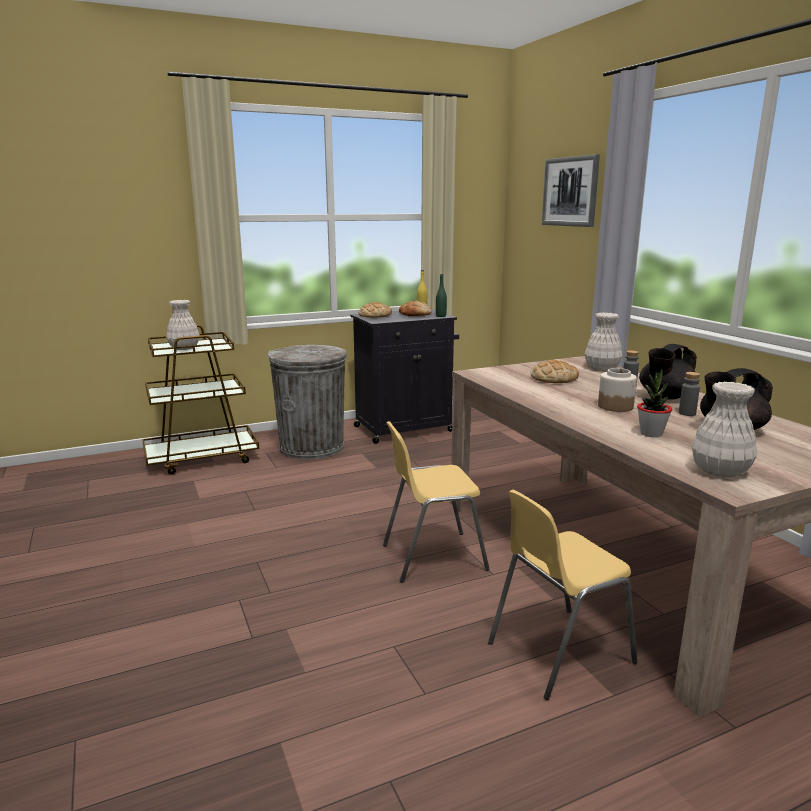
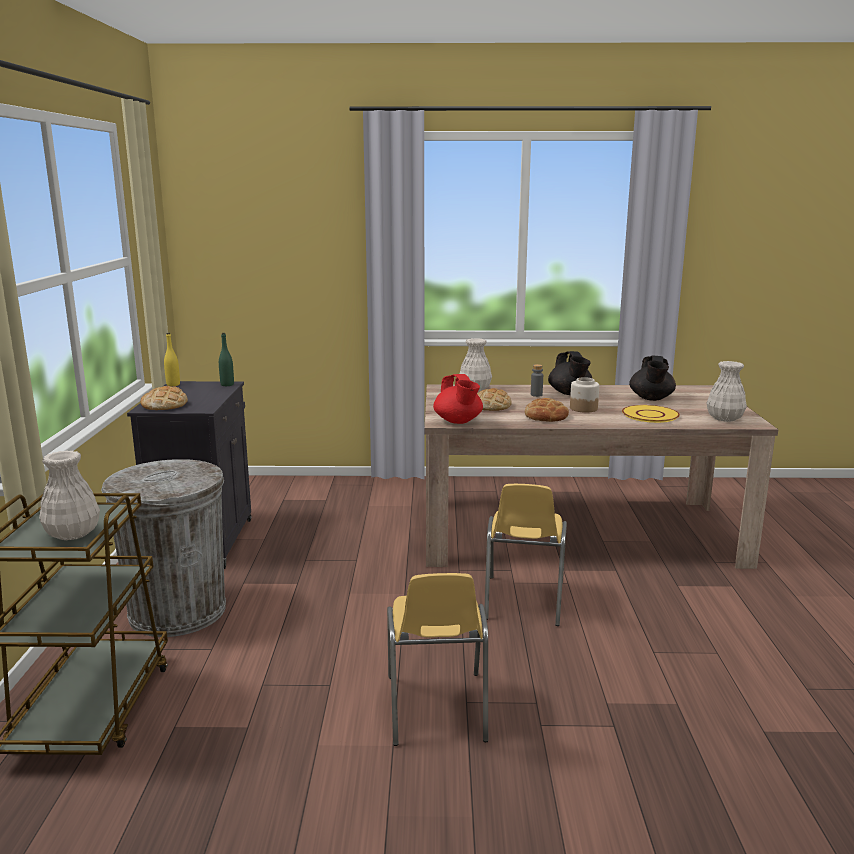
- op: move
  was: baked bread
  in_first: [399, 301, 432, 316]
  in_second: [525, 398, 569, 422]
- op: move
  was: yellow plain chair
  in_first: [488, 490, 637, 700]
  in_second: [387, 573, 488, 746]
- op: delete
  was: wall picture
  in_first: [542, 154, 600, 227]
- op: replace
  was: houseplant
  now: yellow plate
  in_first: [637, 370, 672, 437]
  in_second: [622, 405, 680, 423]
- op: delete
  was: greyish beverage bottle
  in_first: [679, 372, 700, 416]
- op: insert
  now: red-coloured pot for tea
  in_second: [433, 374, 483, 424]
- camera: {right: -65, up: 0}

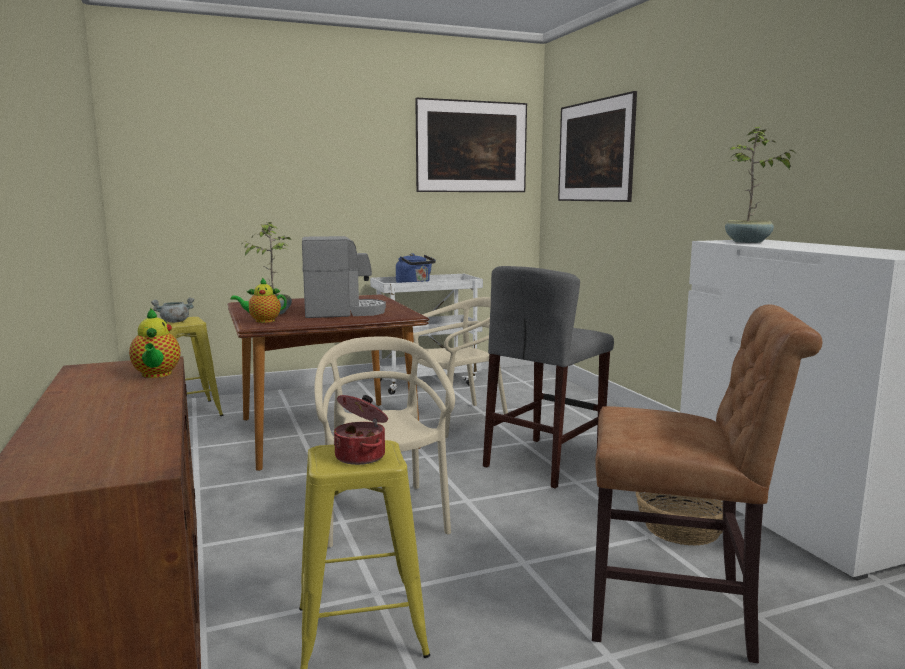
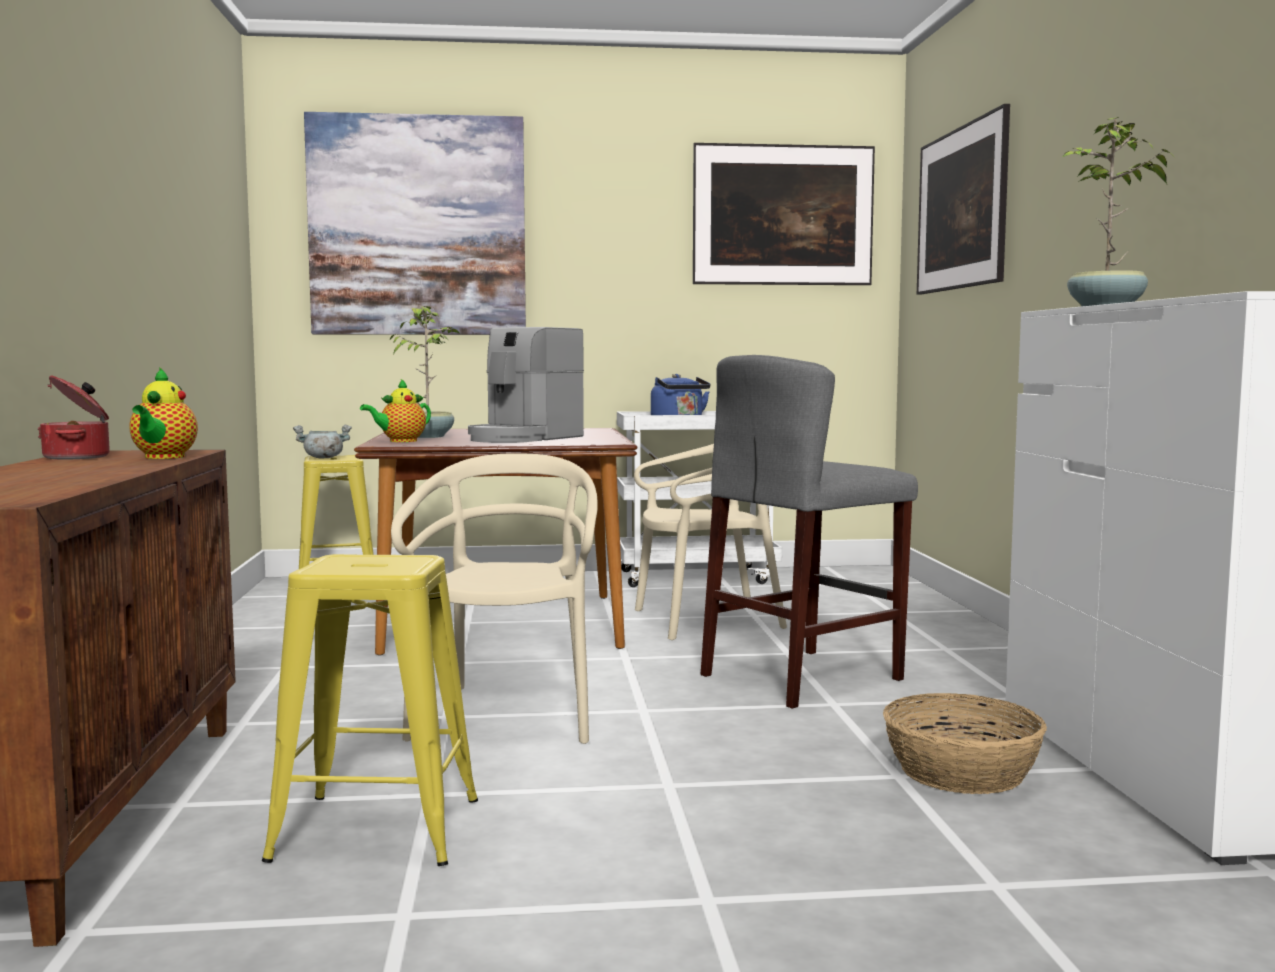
- op: rotate
  was: pot for tea
  in_first: [231, 278, 287, 323]
  in_second: [360, 379, 431, 442]
  clockwise: -45
- op: rotate
  was: coffee machine
  in_first: [302, 236, 386, 318]
  in_second: [468, 327, 584, 443]
  clockwise: 120
- op: move
  was: stockpot
  in_first: [334, 395, 388, 465]
  in_second: [37, 376, 110, 460]
- op: delete
  was: brown plain chair
  in_first: [592, 305, 822, 663]
- op: insert
  now: wall picture
  in_second: [304, 112, 526, 335]
- camera: {right: 15, up: -5}

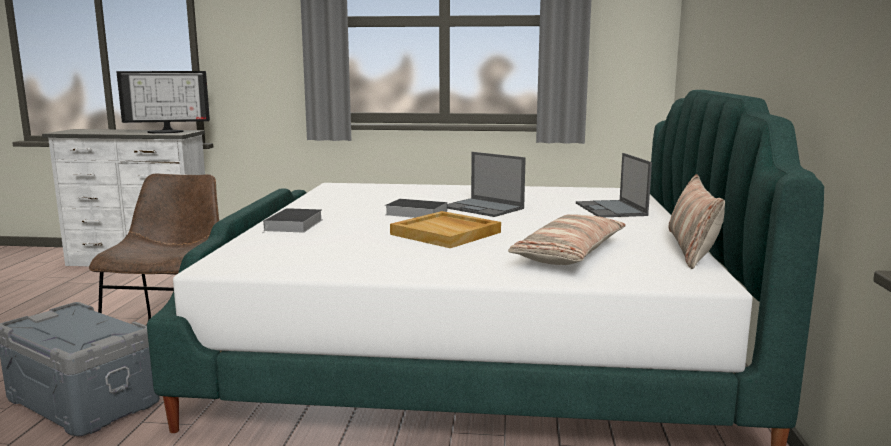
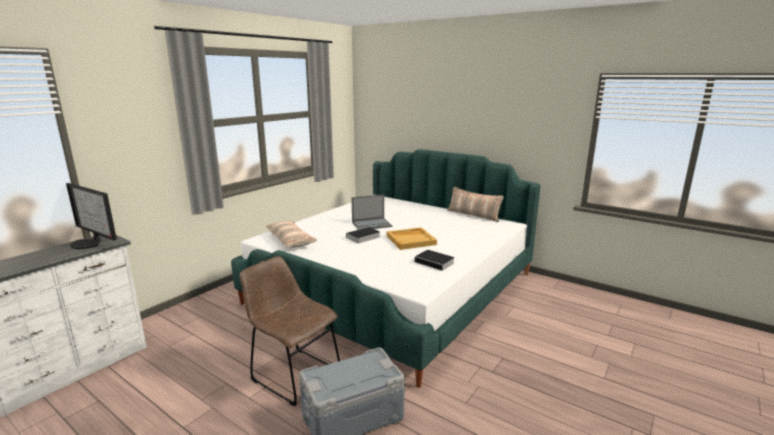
- op: rotate
  was: monitor
  in_first: [117, 71, 210, 134]
  in_second: [66, 183, 117, 249]
  clockwise: 105
- op: move
  was: bound book
  in_first: [262, 208, 323, 234]
  in_second: [415, 250, 455, 272]
- op: move
  was: pillow
  in_first: [508, 214, 626, 265]
  in_second: [266, 221, 317, 248]
- op: delete
  was: portable computer
  in_first: [576, 153, 652, 217]
- camera: {right: -60, up: 5}

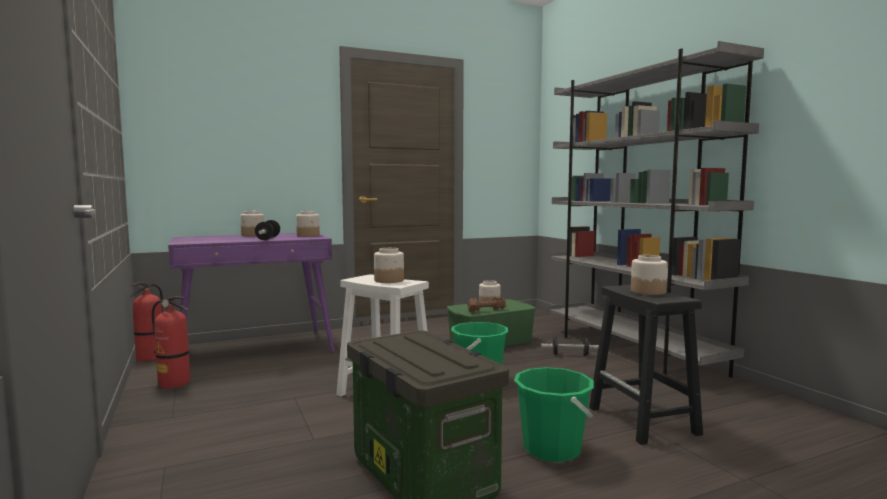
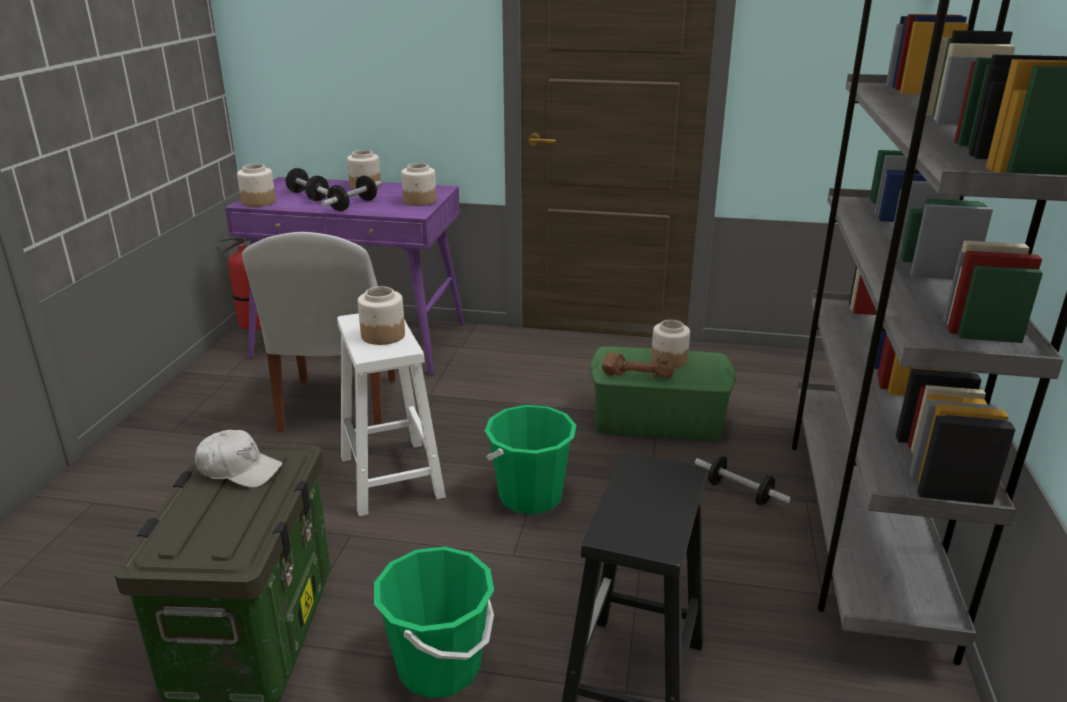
- op: delete
  was: extinguisher
  in_first: [152, 296, 190, 389]
- op: move
  was: preserve jar
  in_first: [631, 255, 667, 295]
  in_second: [237, 164, 276, 207]
- op: insert
  now: whitish peaked cap
  in_second: [195, 430, 283, 488]
- op: insert
  now: whitish plain chair
  in_second: [242, 232, 396, 432]
- op: insert
  now: dumbbell
  in_second: [285, 168, 329, 201]
- camera: {right: 35, up: 20}

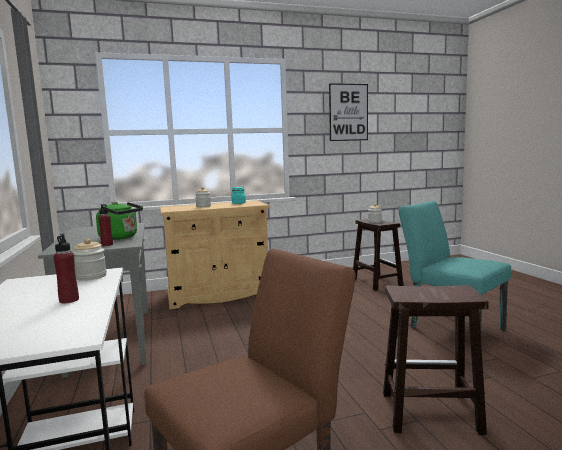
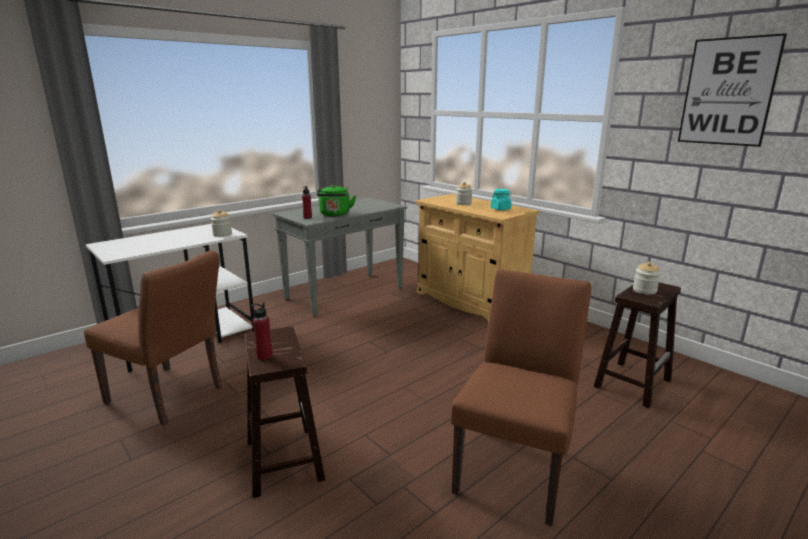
- op: move
  was: red-coloured beverage bottle
  in_first: [54, 234, 79, 303]
  in_second: [251, 302, 273, 360]
- op: recolor
  was: blue-green plain chair
  now: brown plain chair
  in_first: [399, 201, 511, 330]
  in_second: [451, 269, 591, 526]
- camera: {right: 65, up: 10}

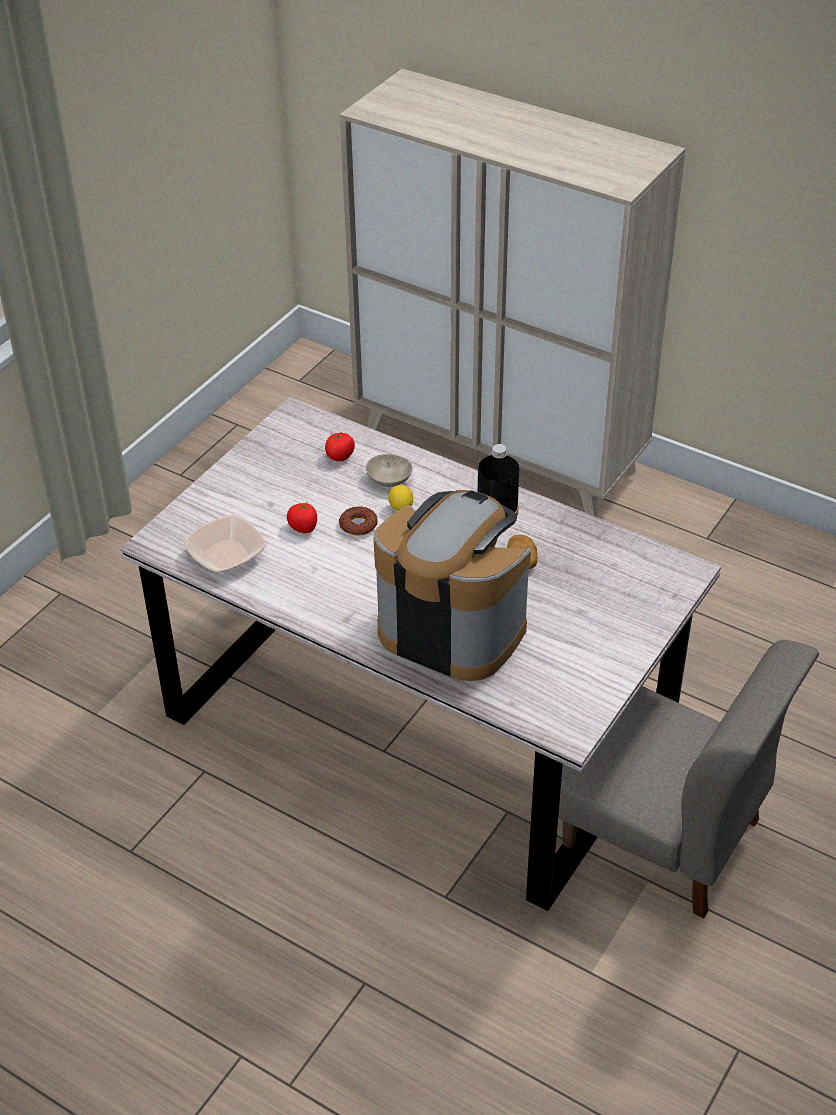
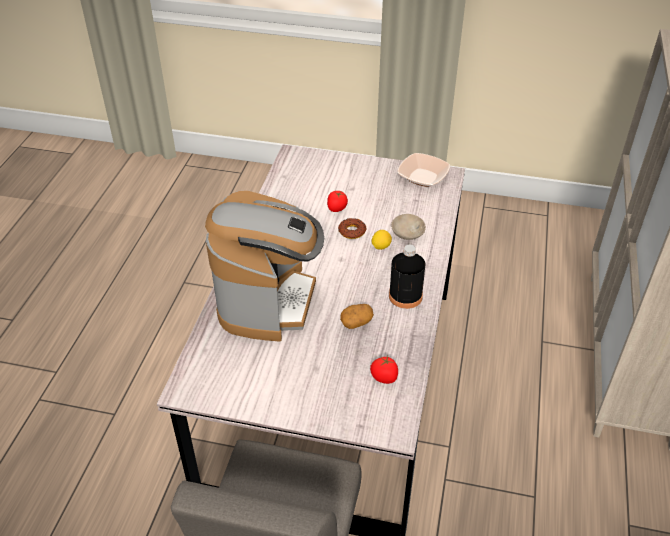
- op: move
  was: bowl
  in_first: [184, 515, 266, 572]
  in_second: [397, 153, 450, 187]
- op: move
  was: whole tomato
  in_first: [325, 433, 355, 461]
  in_second: [370, 356, 398, 384]
- camera: {right: 70, up: 0}

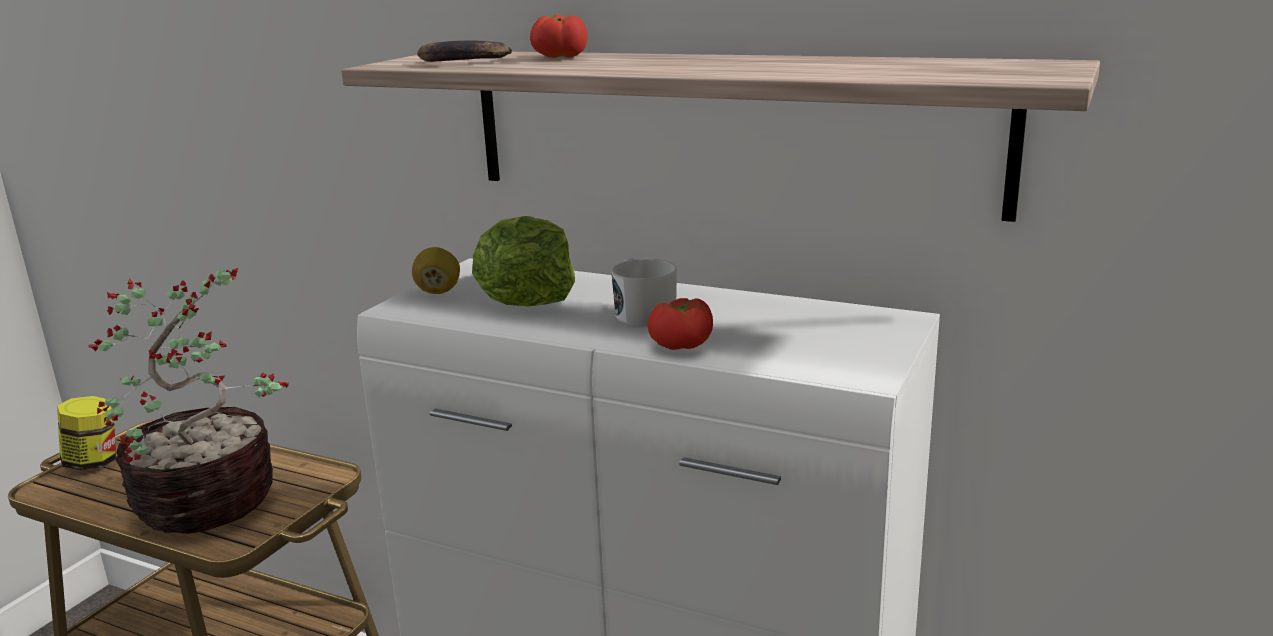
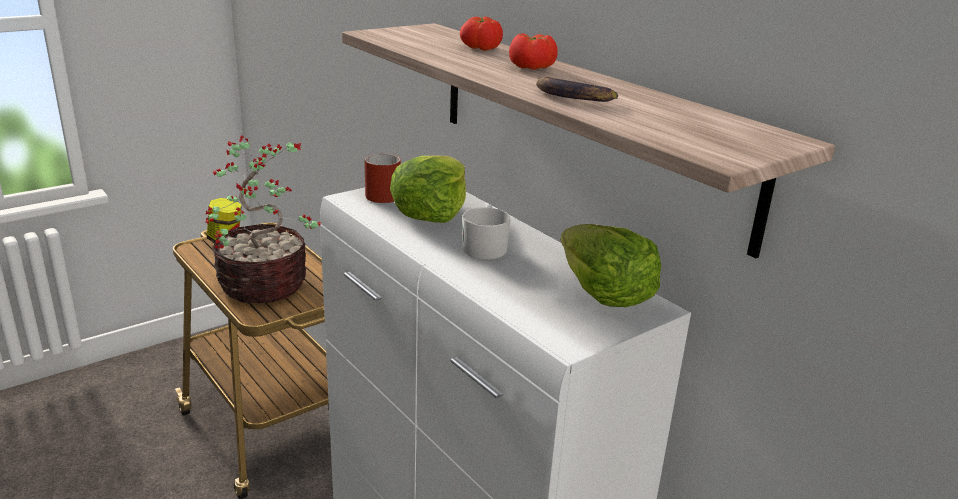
- op: replace
  was: whole lemon
  now: red-coloured tea mug
  in_first: [412, 247, 460, 294]
  in_second: [365, 153, 401, 203]
- op: move
  was: banana
  in_first: [417, 40, 512, 62]
  in_second: [536, 77, 618, 102]
- op: move
  was: whole tomato
  in_first: [648, 298, 713, 350]
  in_second: [509, 33, 558, 70]
- op: insert
  now: head of lettuce
  in_second: [561, 224, 661, 307]
- camera: {right: 25, up: 5}

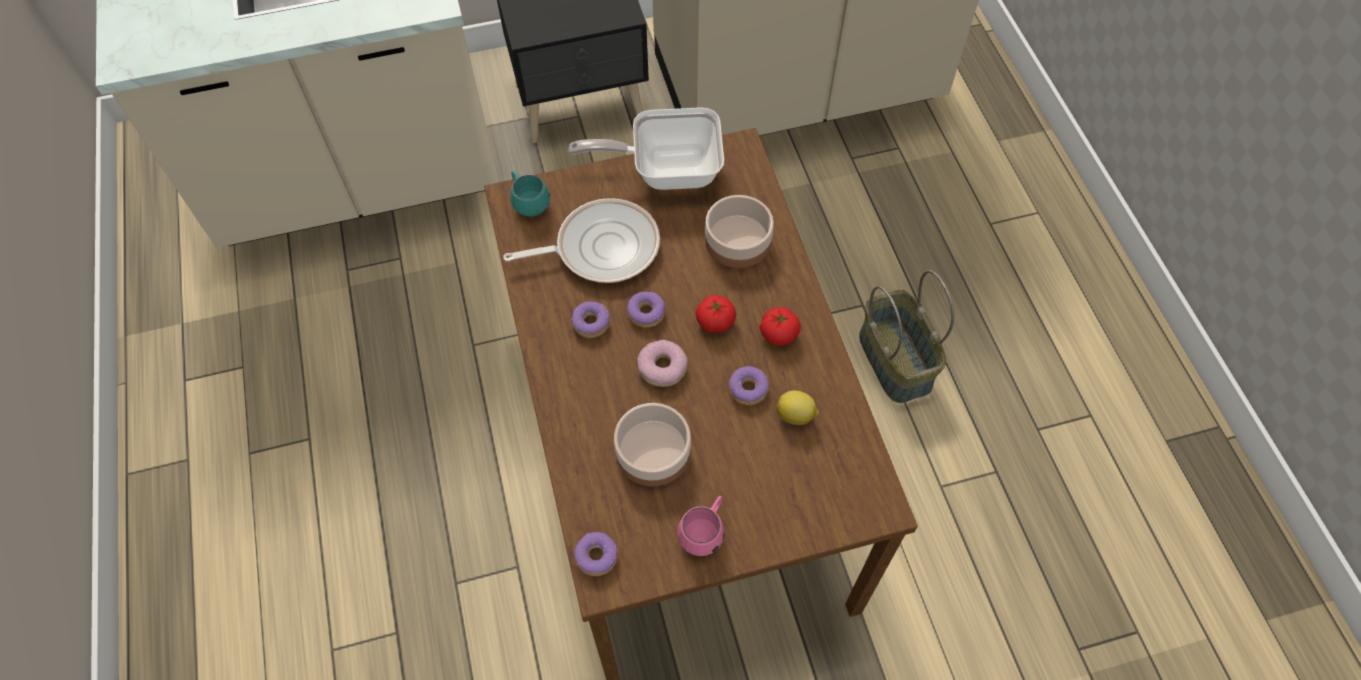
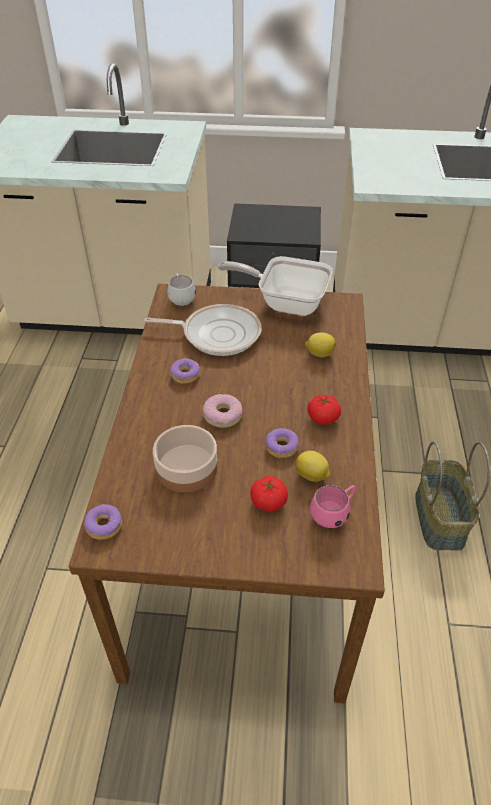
- op: recolor
  was: blue-green tea mug
  now: whitish tea mug
  in_first: [511, 171, 550, 216]
  in_second: [167, 273, 196, 306]
- op: delete
  was: doughnut
  in_first: [627, 291, 665, 327]
- op: move
  was: pink-coloured tea mug
  in_first: [677, 496, 725, 556]
  in_second: [310, 485, 356, 528]
- op: move
  was: whole tomato
  in_first: [696, 295, 736, 333]
  in_second: [250, 476, 288, 512]
- op: replace
  was: bowl
  now: whole lemon
  in_first: [705, 195, 774, 268]
  in_second: [305, 332, 336, 357]
- camera: {right: 20, up: -15}

